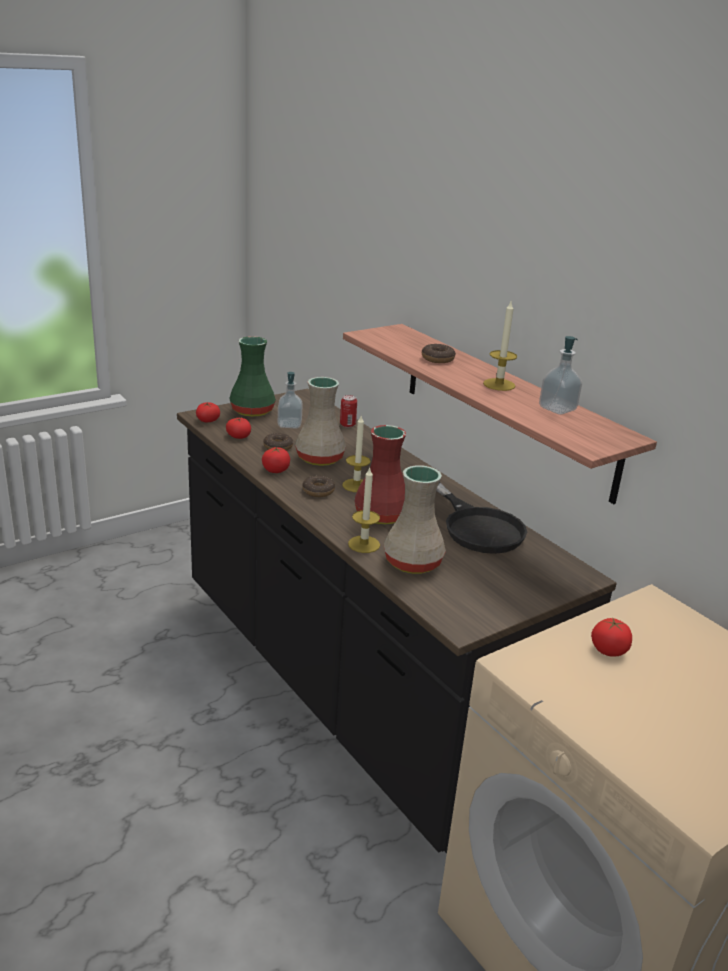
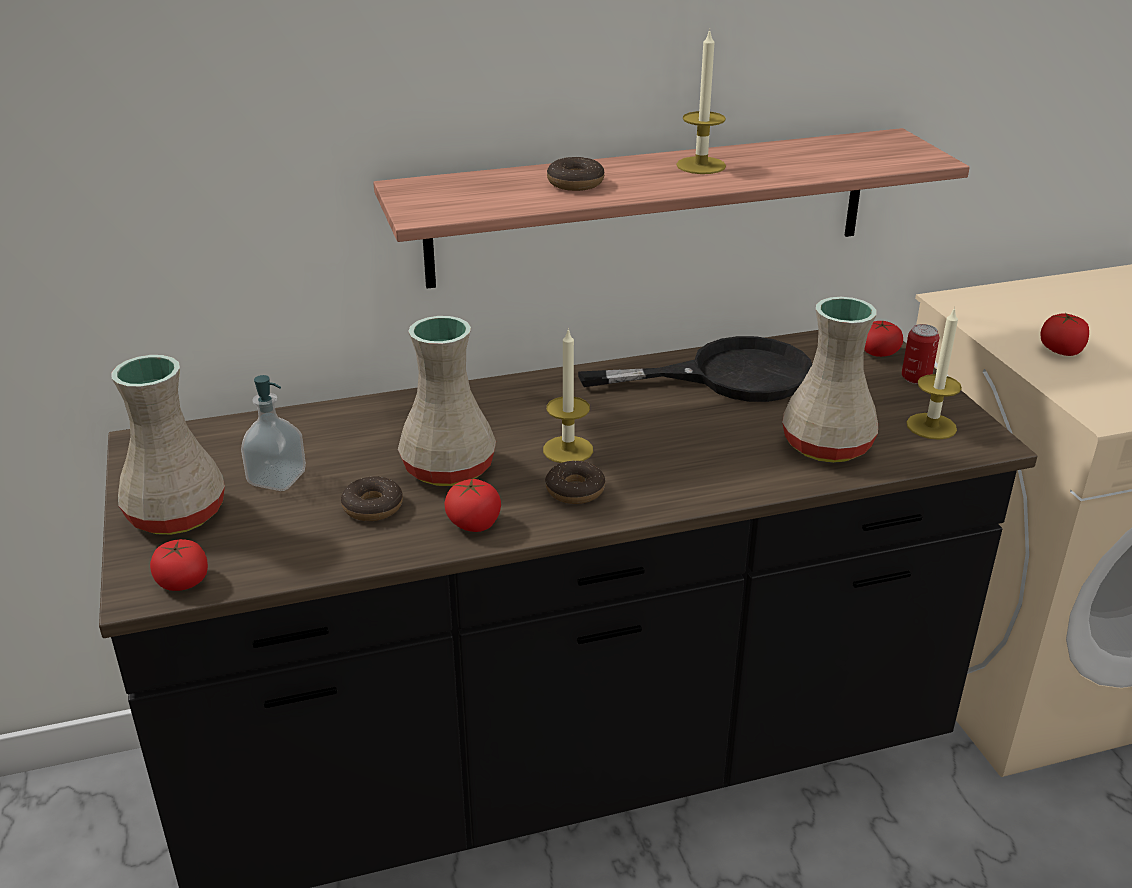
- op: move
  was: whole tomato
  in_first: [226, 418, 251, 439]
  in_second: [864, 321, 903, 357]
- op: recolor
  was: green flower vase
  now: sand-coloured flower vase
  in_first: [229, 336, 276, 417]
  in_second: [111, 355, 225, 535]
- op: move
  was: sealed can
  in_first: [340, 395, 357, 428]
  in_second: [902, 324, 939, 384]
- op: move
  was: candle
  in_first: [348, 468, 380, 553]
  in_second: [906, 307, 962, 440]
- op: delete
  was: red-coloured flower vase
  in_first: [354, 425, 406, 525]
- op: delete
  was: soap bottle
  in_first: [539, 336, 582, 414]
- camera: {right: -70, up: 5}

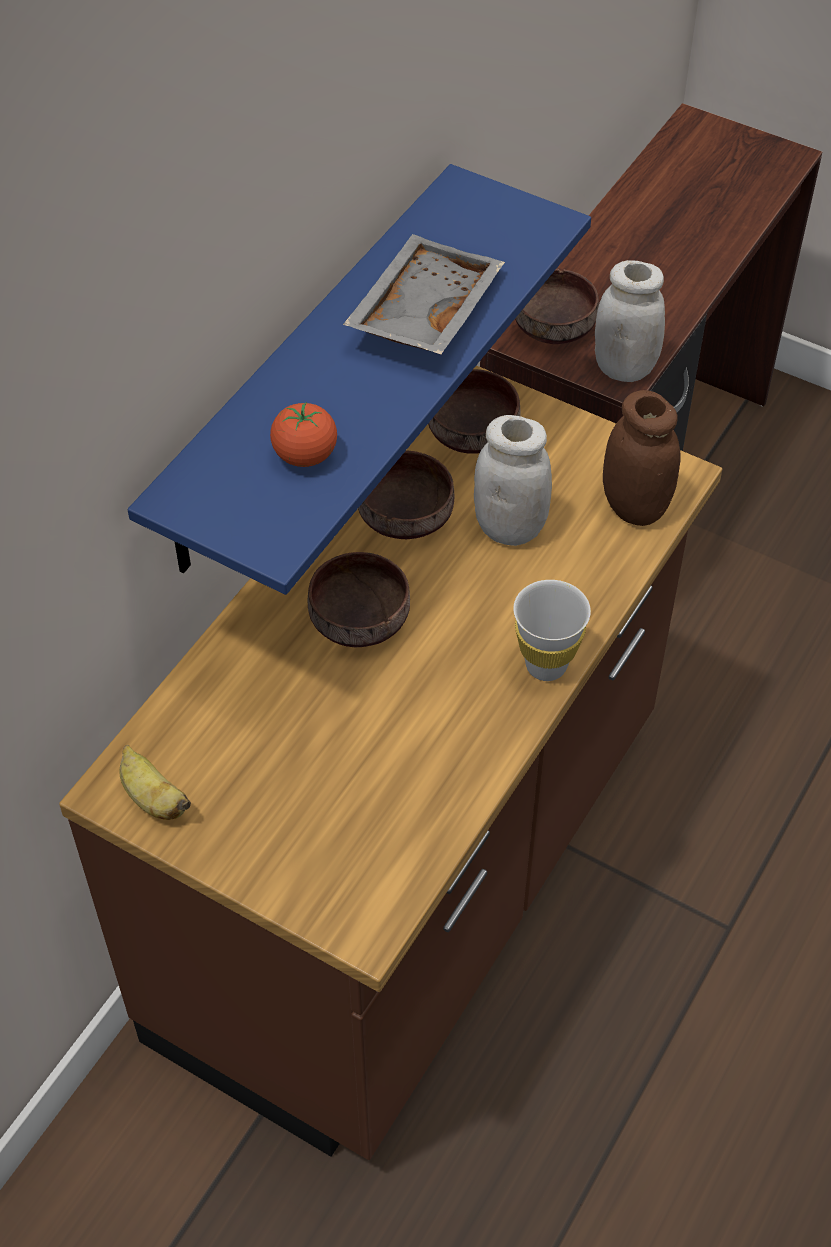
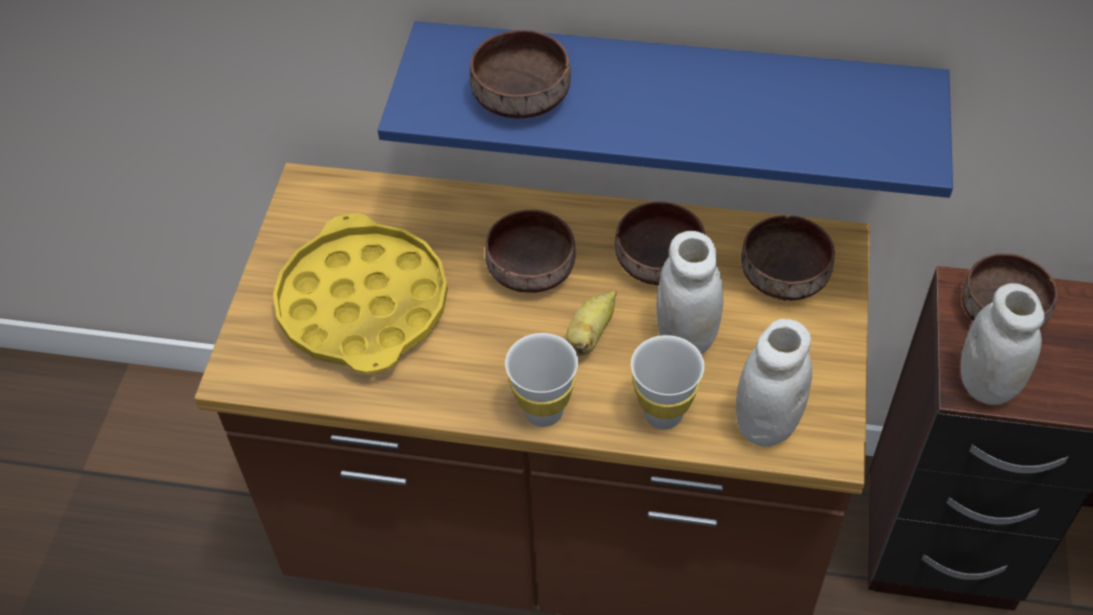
- op: move
  was: banana
  in_first: [119, 745, 191, 820]
  in_second: [566, 290, 617, 356]
- op: replace
  was: whole tomato
  now: brown bowl
  in_first: [270, 402, 337, 467]
  in_second: [469, 30, 571, 118]
- op: delete
  was: greyish carrying tray
  in_first: [343, 234, 505, 354]
- op: recolor
  was: brown preserve jar
  now: whitish preserve jar
  in_first: [603, 390, 681, 526]
  in_second: [736, 319, 812, 446]
- op: insert
  now: yellow carrying tray
  in_second: [273, 213, 448, 374]
- op: insert
  now: whitish small cup
  in_second: [631, 335, 704, 429]
- camera: {right: 70, up: 0}

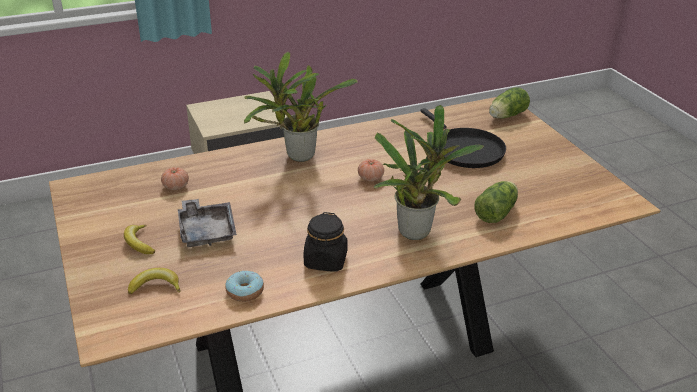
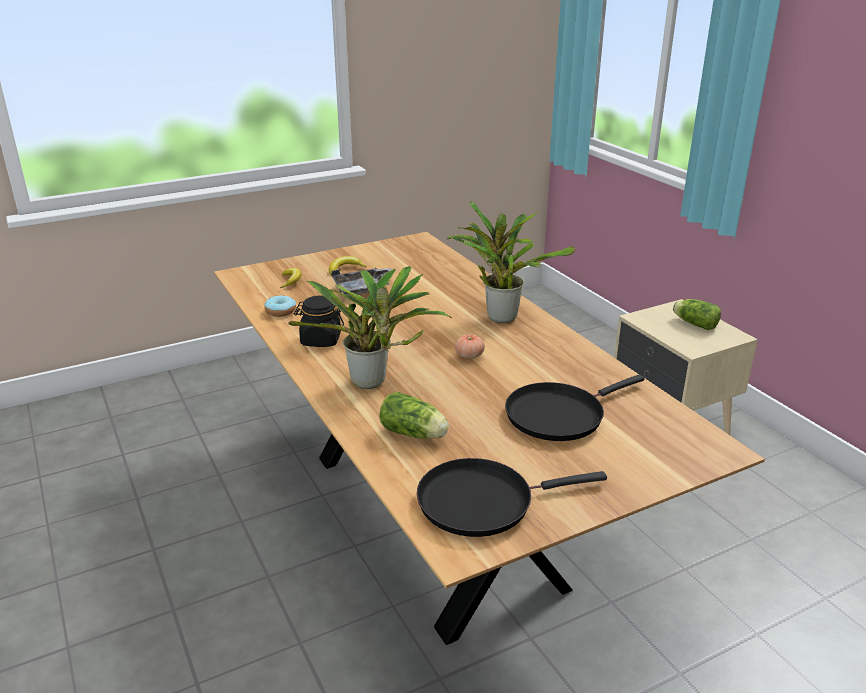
- op: delete
  was: whole tomato
  in_first: [161, 167, 189, 190]
- op: move
  was: head of lettuce
  in_first: [489, 87, 530, 119]
  in_second: [673, 299, 721, 330]
- op: insert
  now: black pan
  in_second: [417, 458, 607, 537]
- camera: {right: 85, up: -5}

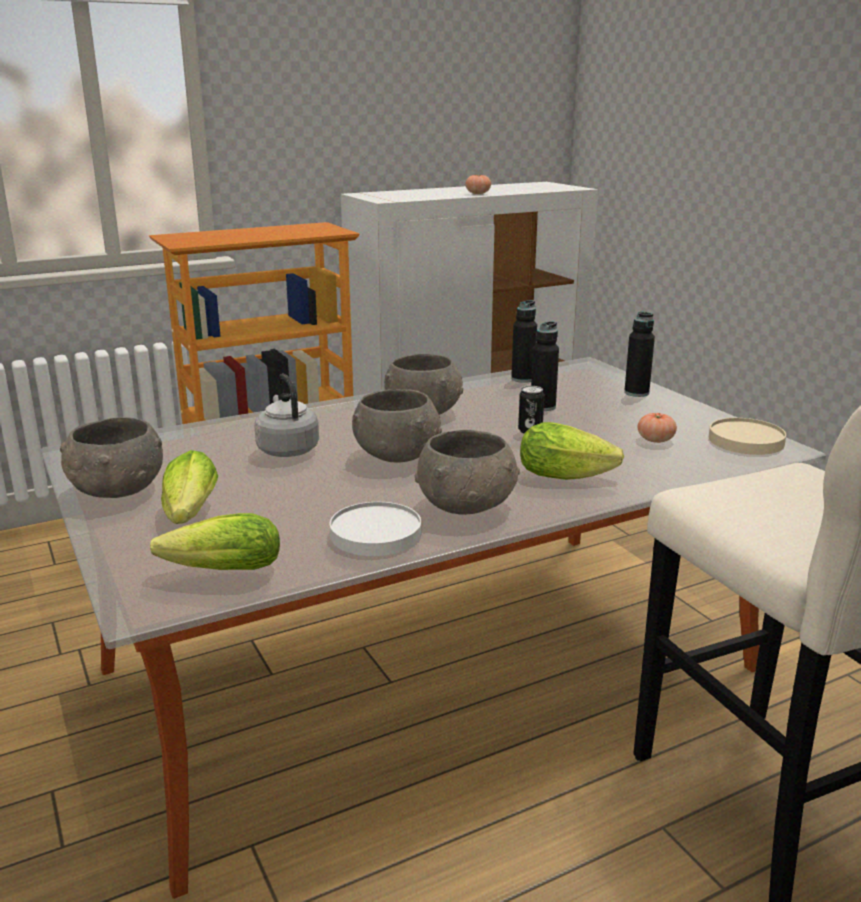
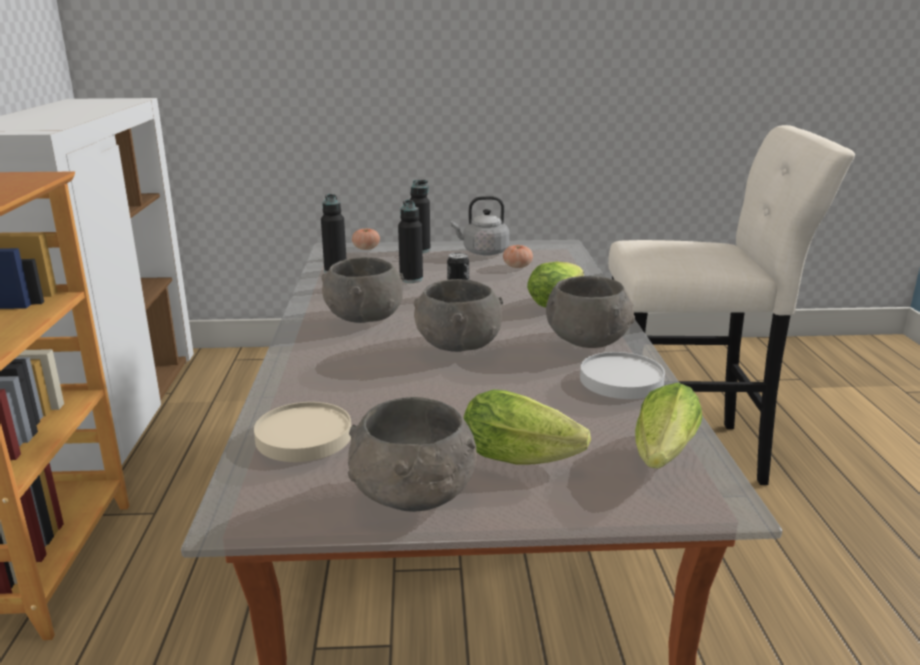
- op: move
  was: greyish tea kettle
  in_first: [254, 374, 319, 457]
  in_second: [450, 196, 509, 256]
- op: move
  was: whole tomato
  in_first: [465, 174, 491, 194]
  in_second: [352, 228, 380, 250]
- op: move
  was: sand-coloured plate
  in_first: [709, 418, 786, 455]
  in_second: [254, 402, 351, 462]
- camera: {right: -65, up: 0}

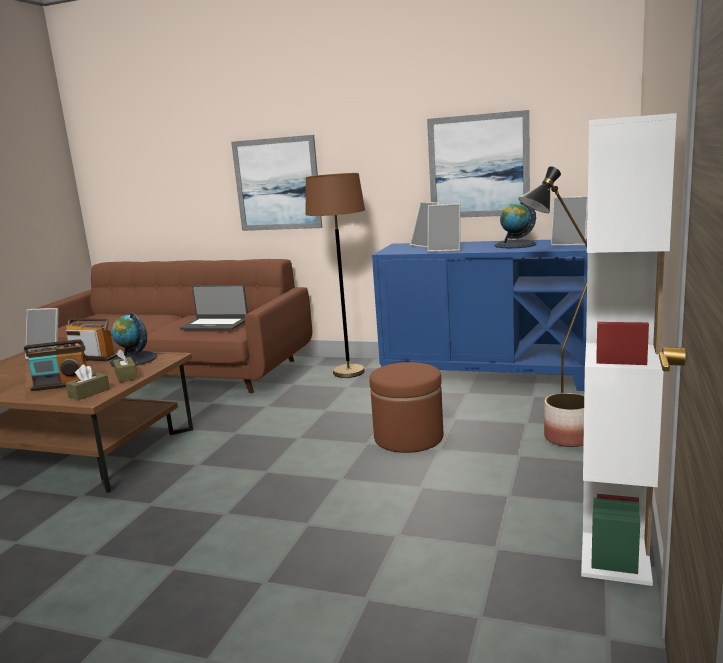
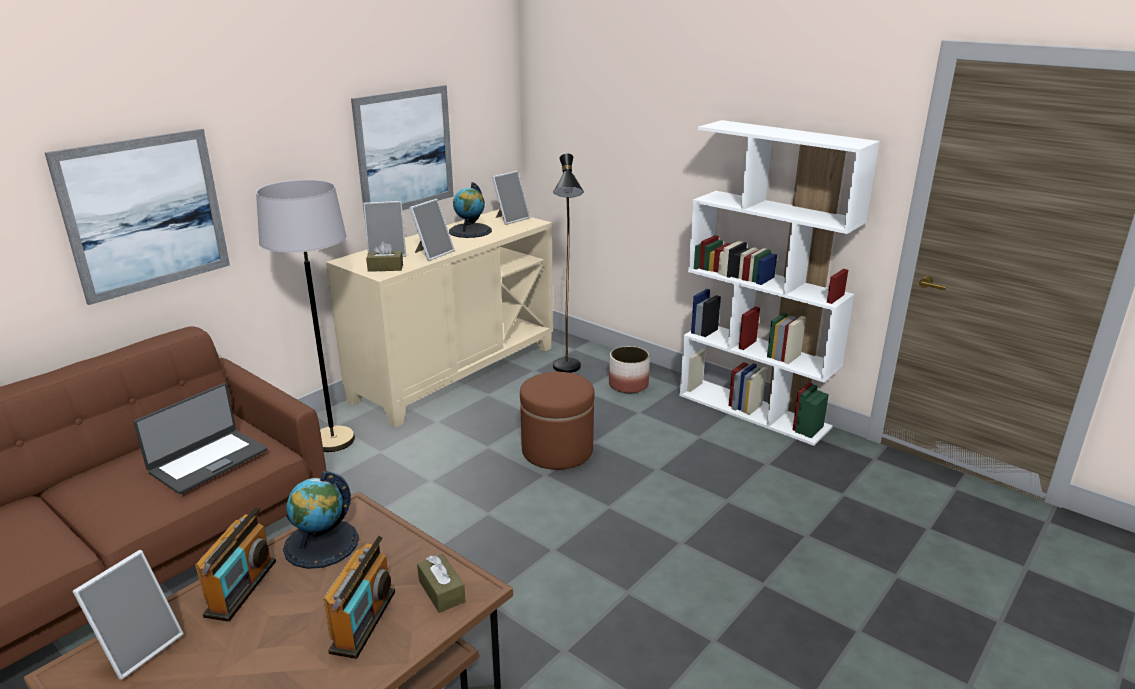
- op: rotate
  was: radio receiver
  in_first: [66, 318, 118, 361]
  in_second: [195, 507, 276, 622]
  clockwise: 150
- op: move
  was: brown box of tissues
  in_first: [113, 349, 138, 382]
  in_second: [366, 241, 403, 272]
- op: recolor
  was: brown floor lamp
  now: greyish floor lamp
  in_first: [306, 173, 365, 378]
  in_second: [256, 180, 355, 452]
- op: recolor
  was: bluish cupboard
  now: sand-coloured cupboard
  in_first: [372, 239, 588, 391]
  in_second: [326, 209, 553, 428]
- camera: {right: -70, up: 10}

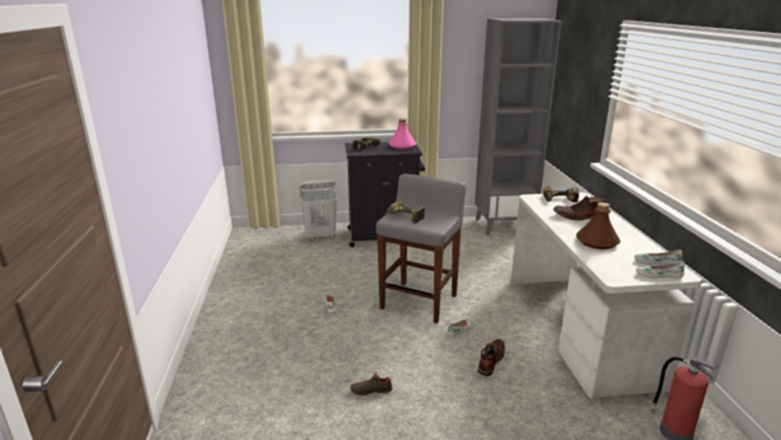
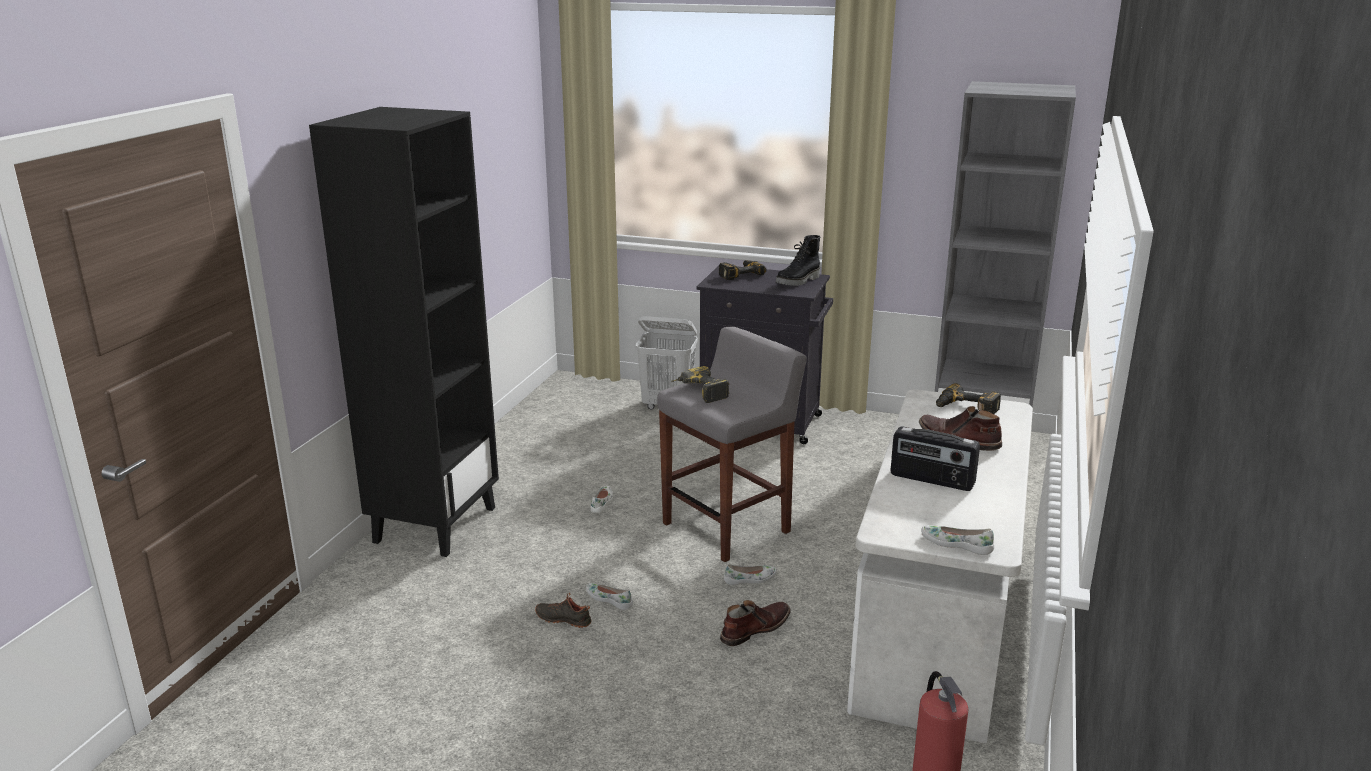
- op: replace
  was: pink-coloured beverage bottle
  now: black high-top boot
  in_first: [388, 118, 416, 149]
  in_second: [776, 235, 820, 286]
- op: replace
  was: brown beverage bottle
  now: radio receiver
  in_first: [576, 202, 620, 249]
  in_second: [890, 426, 980, 491]
- op: move
  was: whitish shoe
  in_first: [634, 250, 682, 265]
  in_second: [586, 583, 633, 610]
- op: insert
  now: black bookshelf
  in_second: [309, 107, 499, 557]
- camera: {right: 25, up: 0}

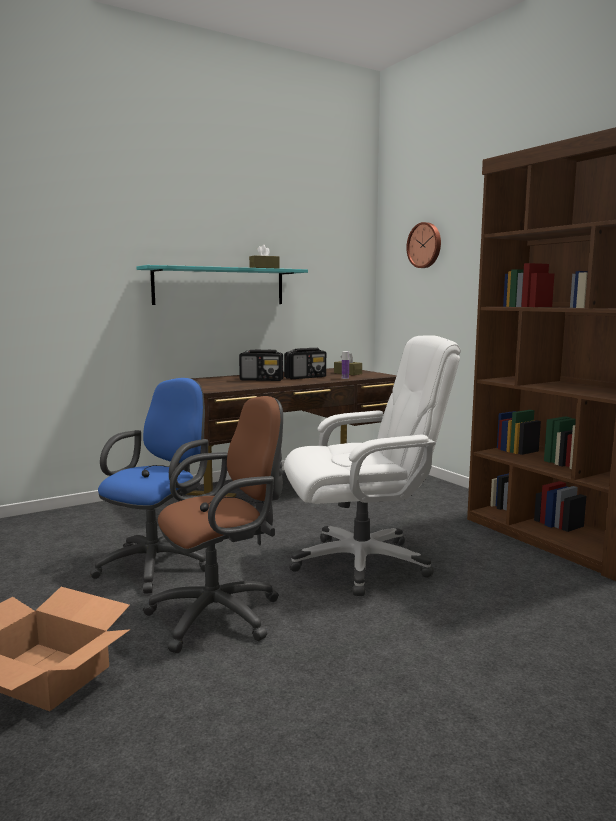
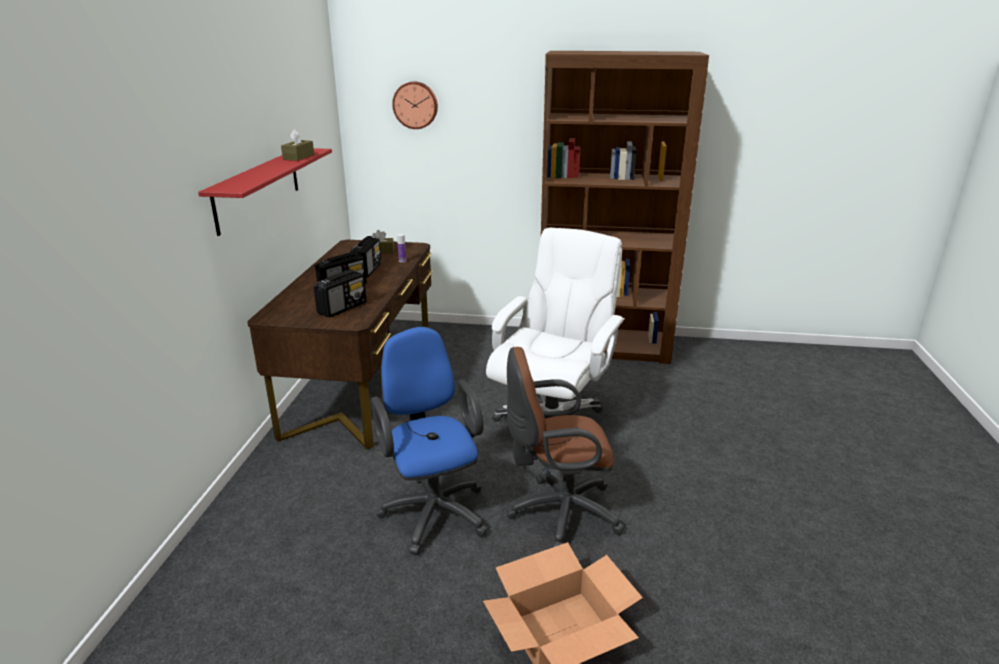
- op: recolor
  was: blue-green shelf
  now: red-coloured shelf
  in_first: [136, 265, 308, 305]
  in_second: [198, 148, 332, 236]
- op: rotate
  was: brown desk chair
  in_first: [143, 396, 283, 653]
  in_second: [507, 347, 624, 547]
  clockwise: -105
- op: insert
  now: radio receiver
  in_second: [314, 269, 367, 317]
- camera: {right: -50, up: 15}

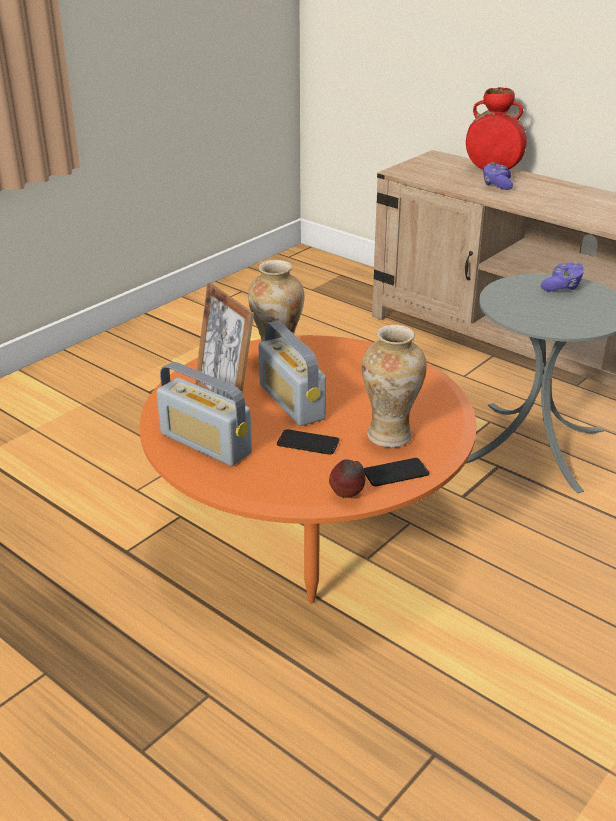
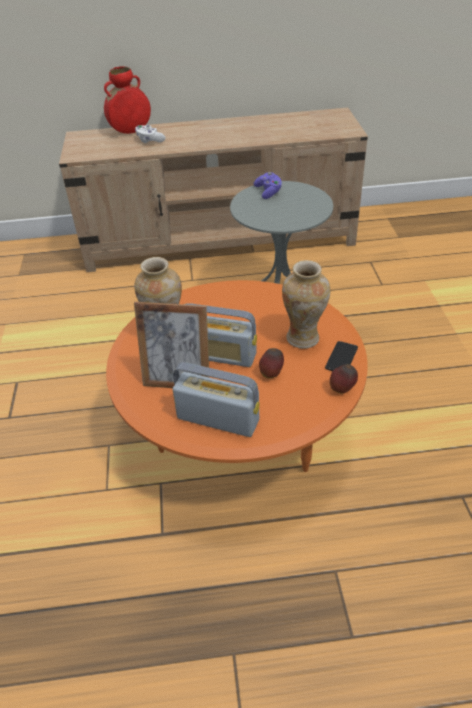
- op: rotate
  was: radio receiver
  in_first: [157, 362, 252, 466]
  in_second: [173, 362, 260, 437]
  clockwise: -150
- op: replace
  was: phone
  now: whole apple
  in_first: [277, 429, 340, 455]
  in_second: [259, 348, 284, 378]
- op: recolor
  was: purple gamepad
  now: whitish gamepad
  in_first: [483, 162, 513, 190]
  in_second: [135, 125, 166, 143]
- camera: {right: -45, up: 10}

